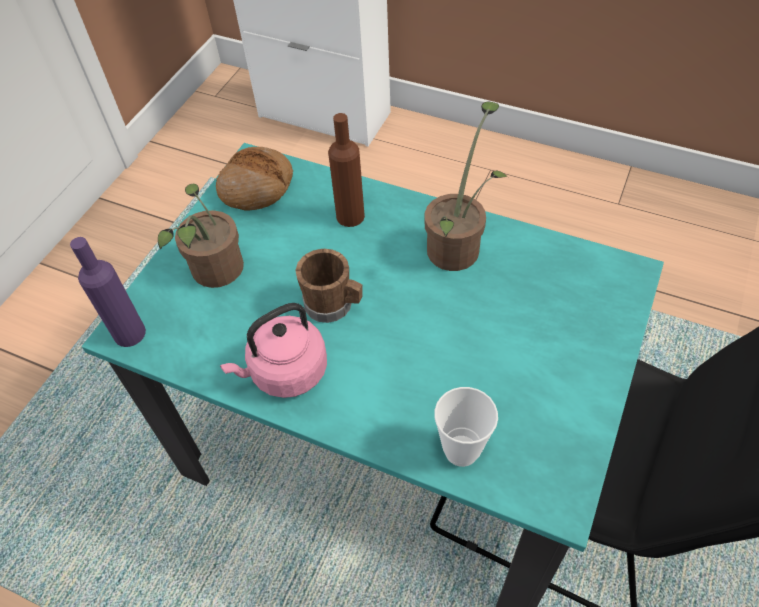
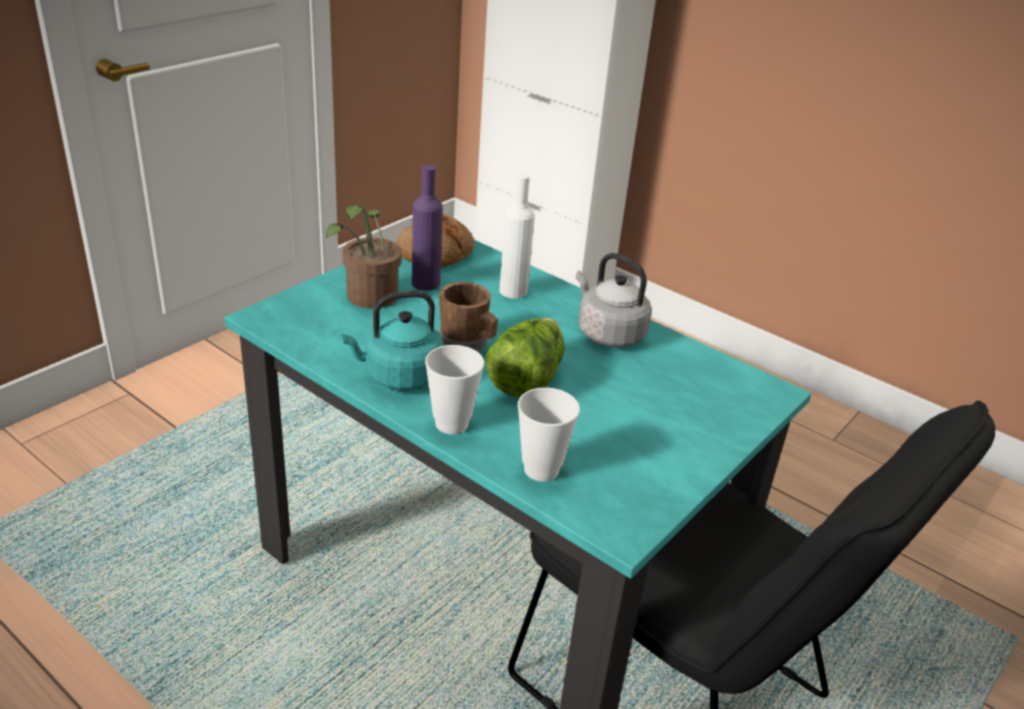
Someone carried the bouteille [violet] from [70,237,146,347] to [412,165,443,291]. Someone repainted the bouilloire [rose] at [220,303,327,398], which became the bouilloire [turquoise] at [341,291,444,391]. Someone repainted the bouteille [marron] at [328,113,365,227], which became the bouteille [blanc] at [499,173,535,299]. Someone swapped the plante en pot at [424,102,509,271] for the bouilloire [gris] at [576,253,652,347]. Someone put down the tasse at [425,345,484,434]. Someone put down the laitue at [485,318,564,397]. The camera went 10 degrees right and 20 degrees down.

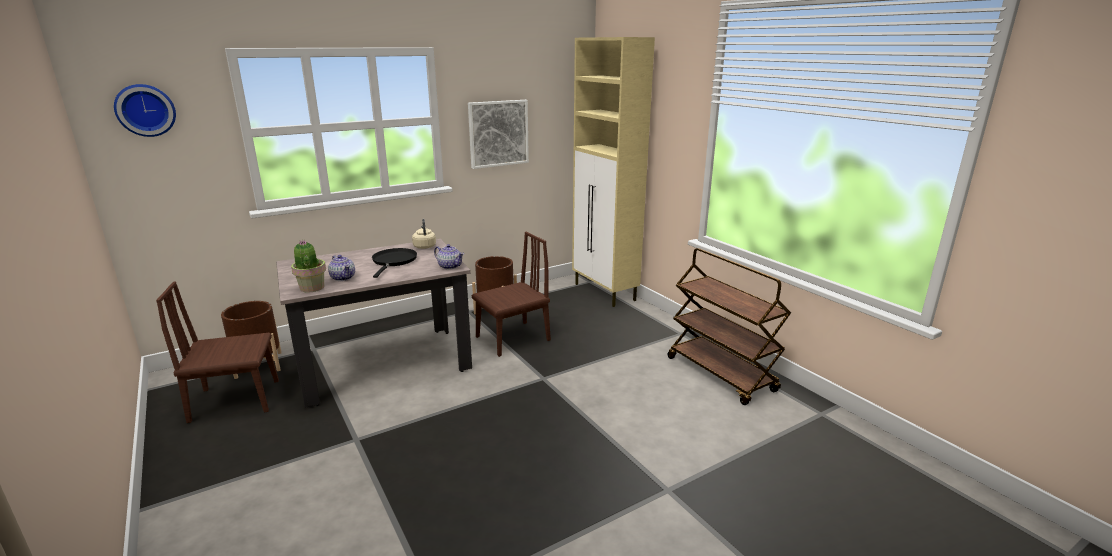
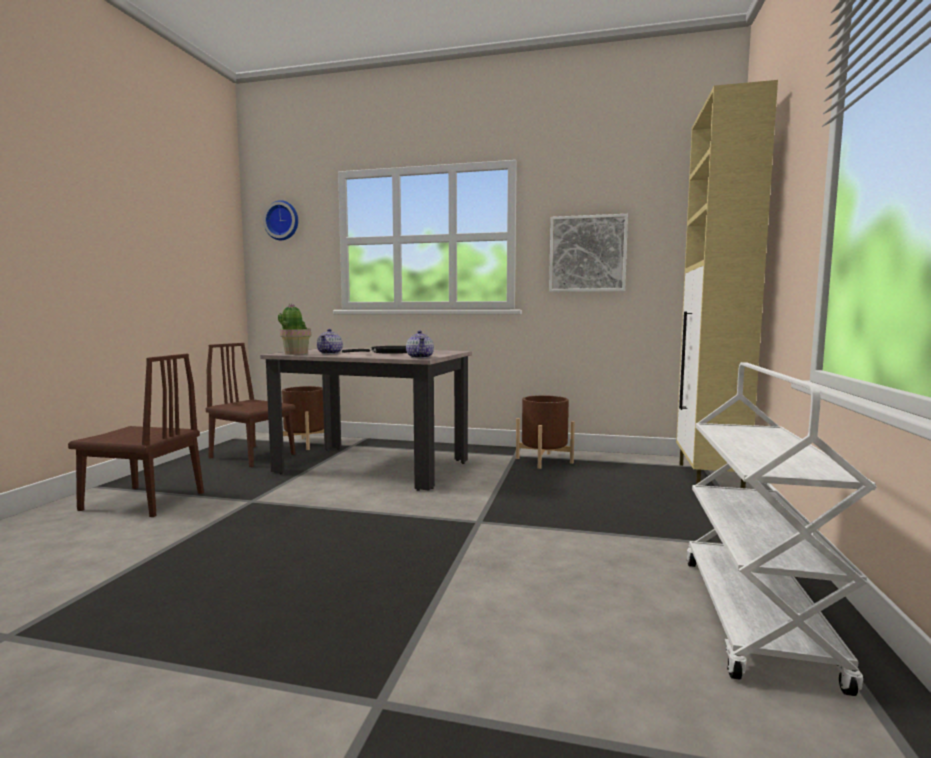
Someone took away the bouilloire [beige] at [412,219,436,249]. Someone carried the chaise [marron] from [472,231,551,357] to [68,354,204,517]. Someone repainted the chariot [marron] at [667,248,791,405], which became the chariot [blanc] at [687,362,877,696]. The camera went 45 degrees right and 15 degrees down.

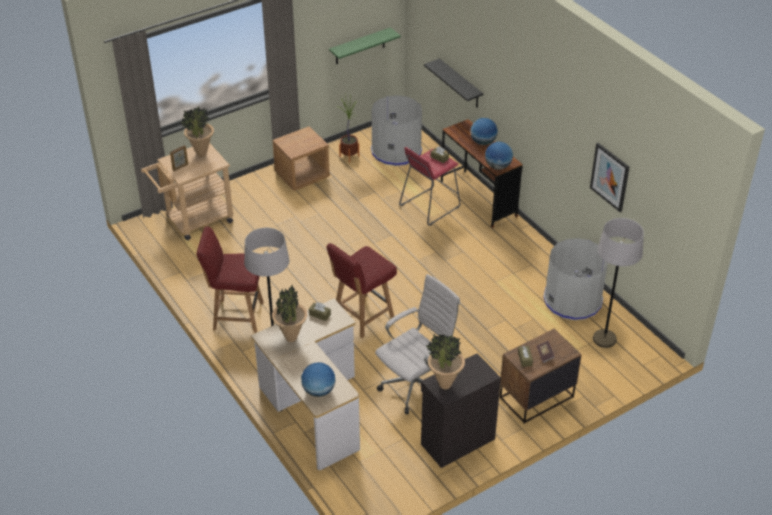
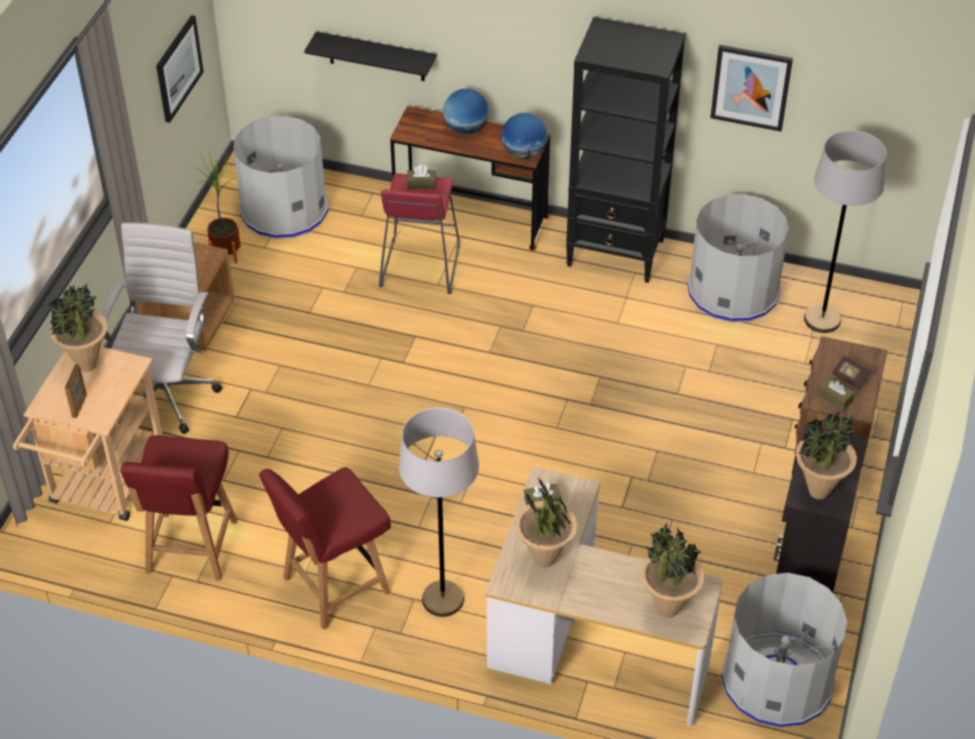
Someone swapped the globe at [301,362,336,397] for the plante en pot at [641,522,704,618]. Someone carried the chaise [rouge] from [326,243,397,338] to [120,435,237,581]. Someone swapped the étagère [vert] at [329,27,401,64] for the tableau at [156,15,203,123]. Someone carried the chaise de bureau [blanc] from [375,274,460,414] to [101,223,222,434]. Someone put down the bibliothèque [noir] at [566,17,686,283]. Someone put down the poubelle [gris] at [722,573,847,728]. The camera went 40 degrees left and 5 degrees up.

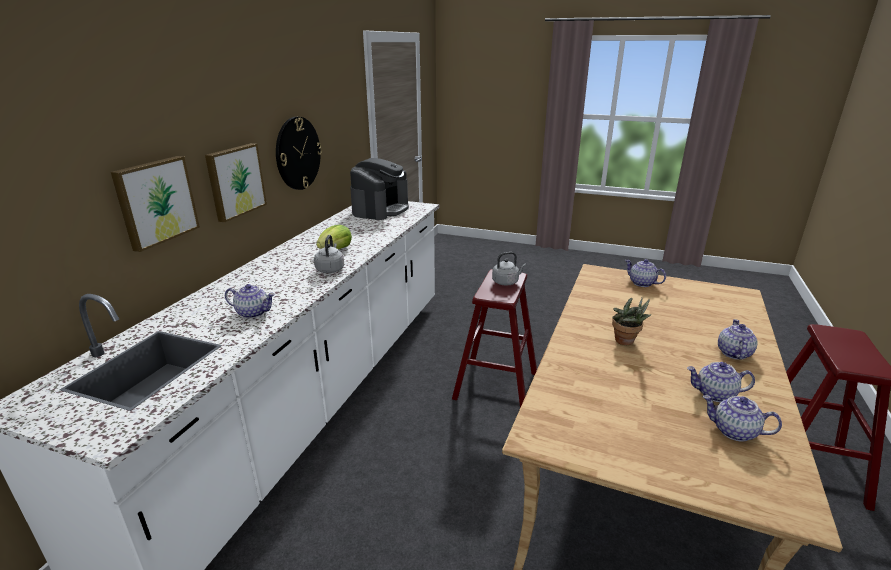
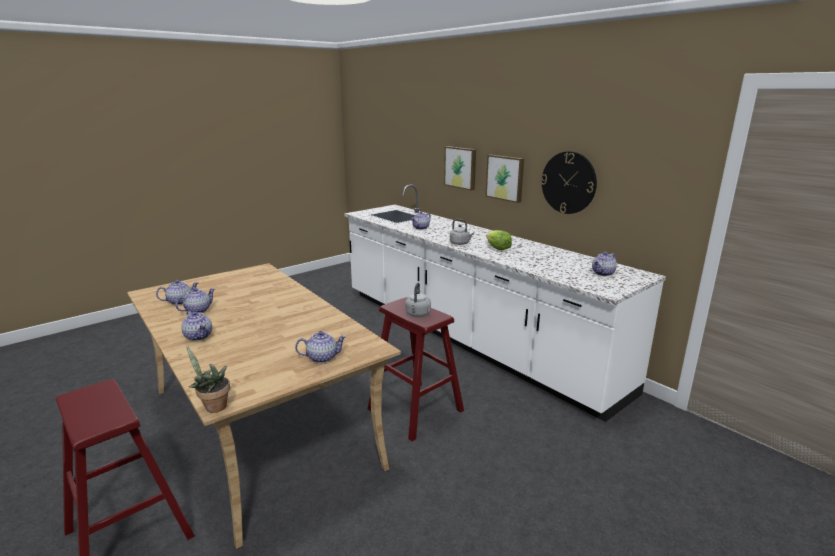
Someone swapped the machine à café at [350,158,409,220] for the théière at [592,252,617,276]. Someone carried the plante en pot from [612,297,652,345] to [187,345,230,413]. The camera went 120 degrees right and 5 degrees down.

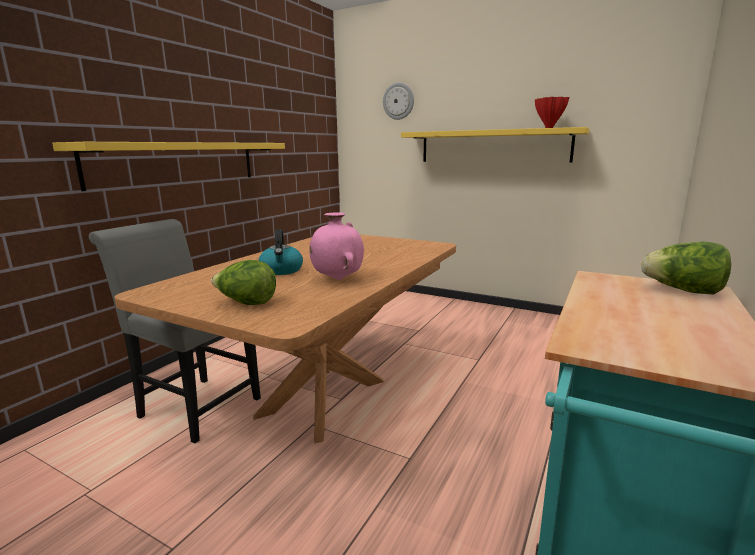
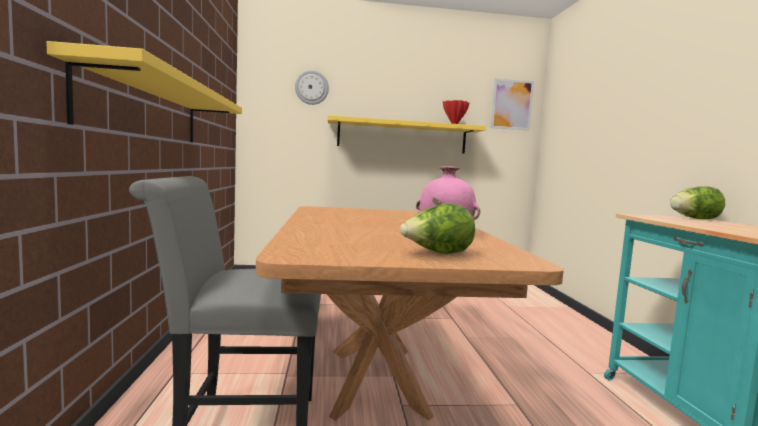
Someone took away the bouilloire at [259,229,303,275]. Someone put up the tableau at [491,78,534,130]. The camera went 35 degrees left and 10 degrees down.

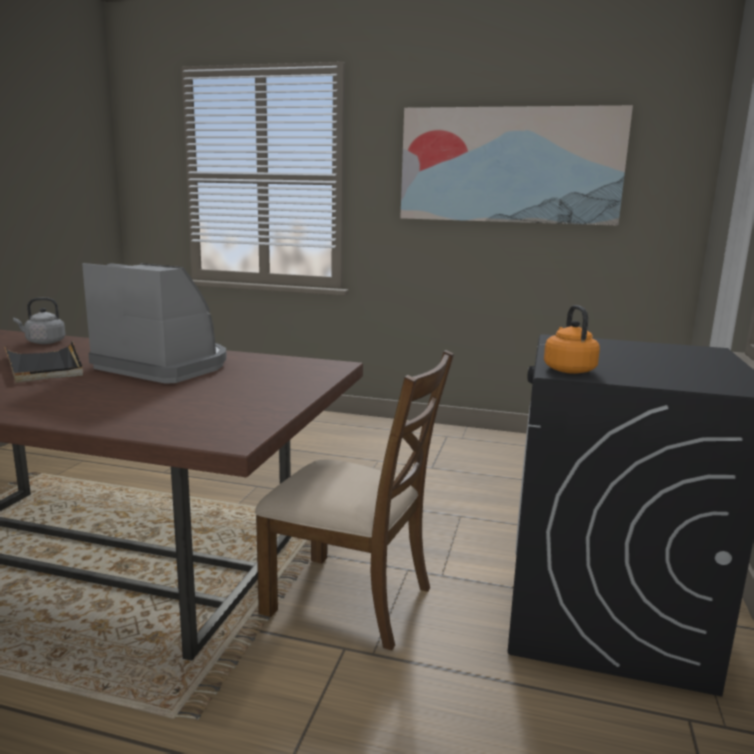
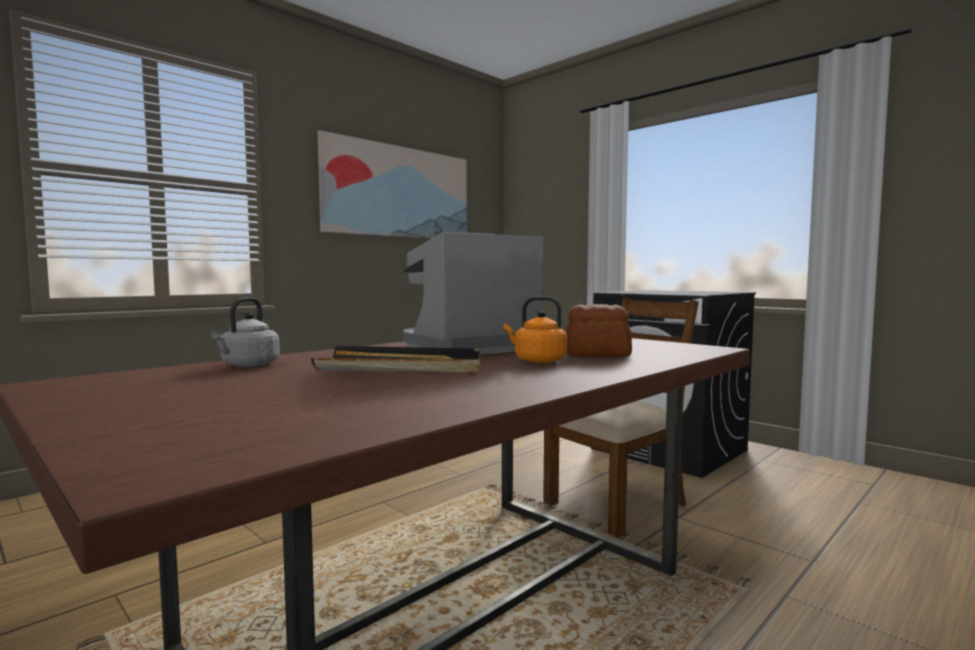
Someone carried the bouilloire [orange] from [544,305,600,374] to [504,296,567,363]. Someone put down the pain at [566,304,632,357]. The camera went 60 degrees left and 10 degrees down.

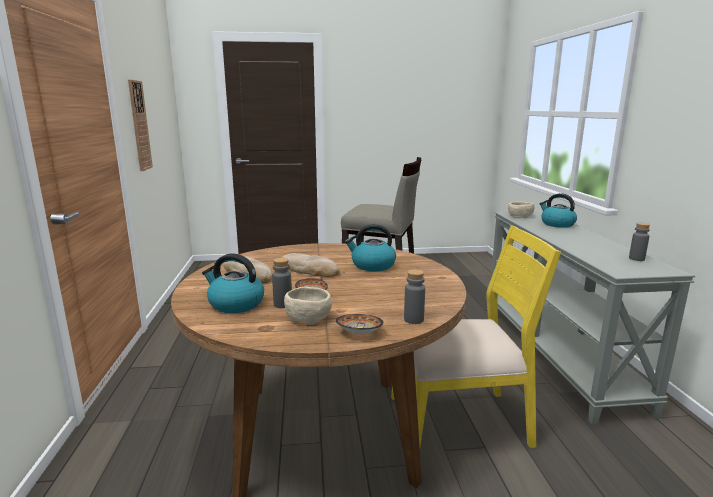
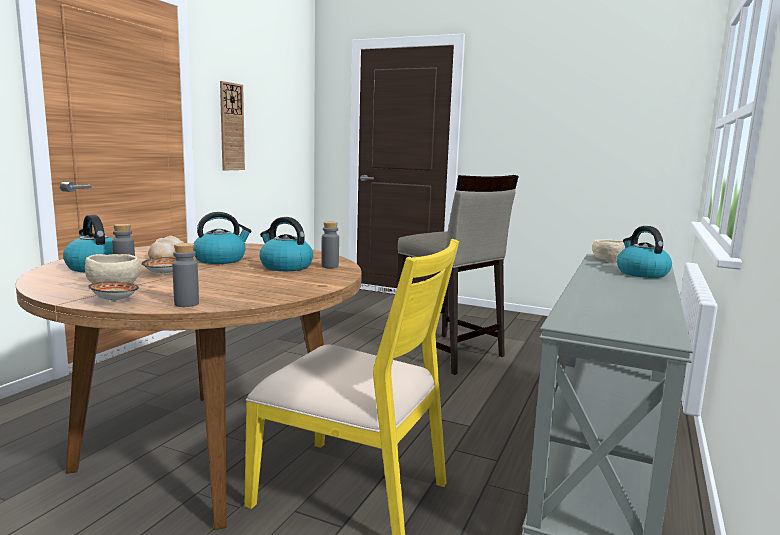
Someone swapped the pain at [281,253,340,277] for the bouilloire at [193,212,251,264]. Someone carried the bouteille [gris] from [629,223,650,261] to [321,222,339,268]. The camera went 30 degrees right and 5 degrees down.

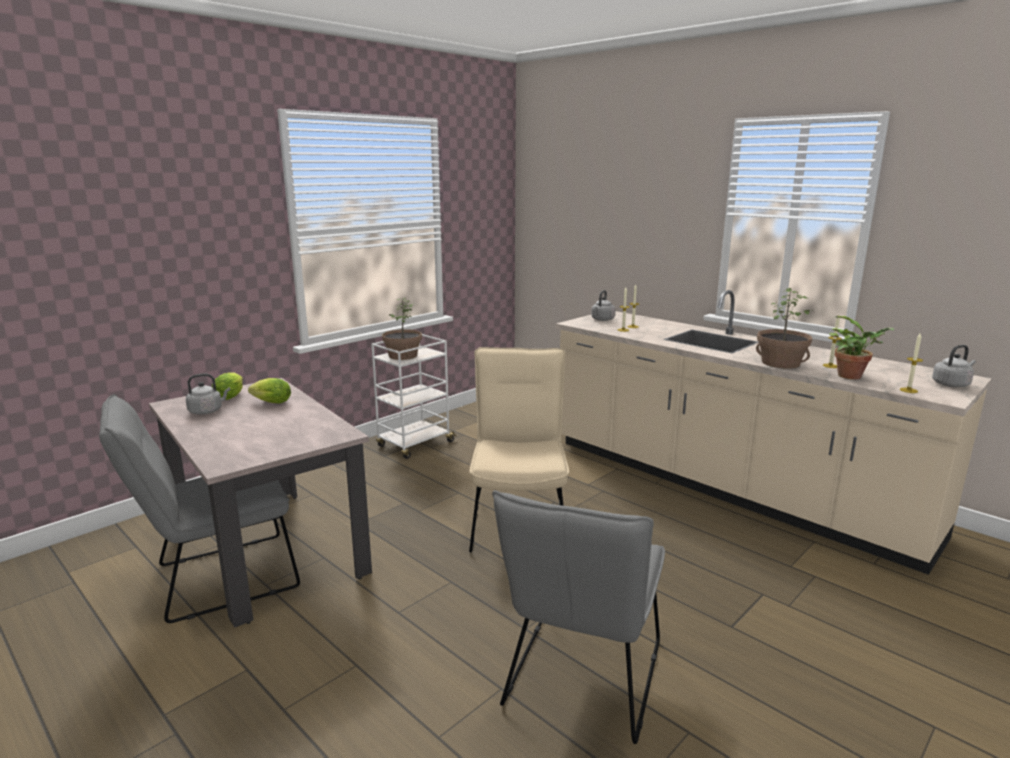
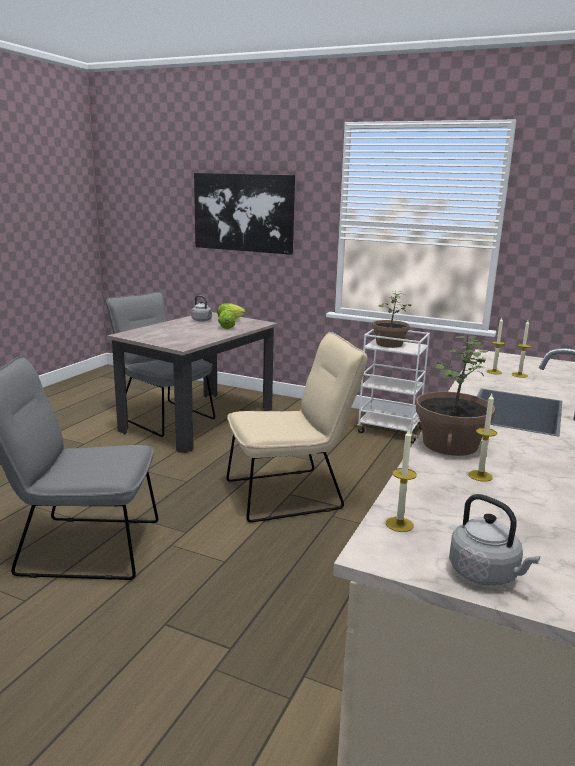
Someone took away the bouilloire [gris] at [591,290,616,321]. Someone took away the plante en pot at [829,316,894,379]. Someone put up the tableau at [194,173,295,255]. The camera went 70 degrees right and 0 degrees up.

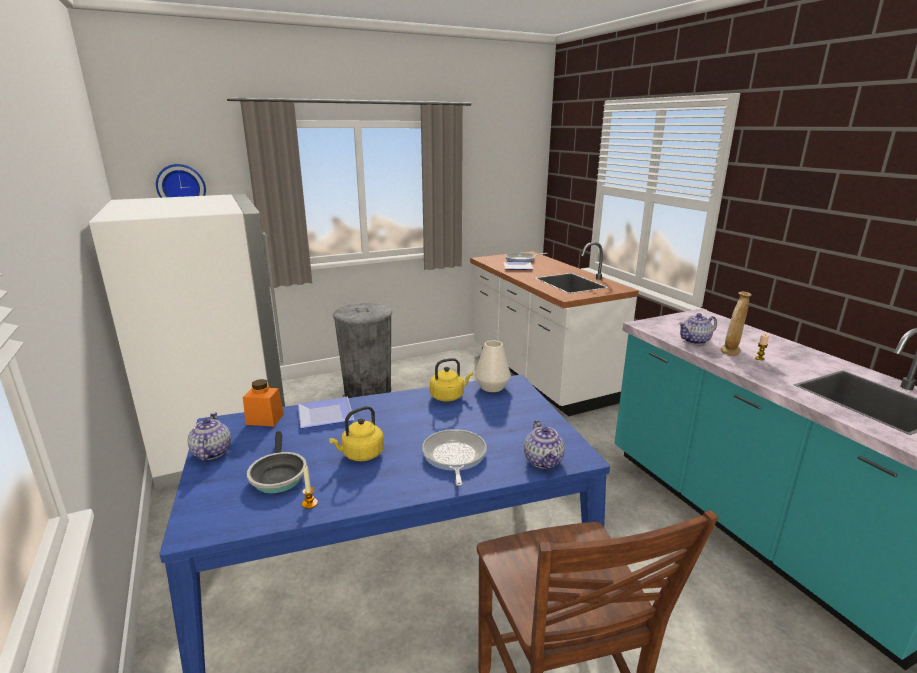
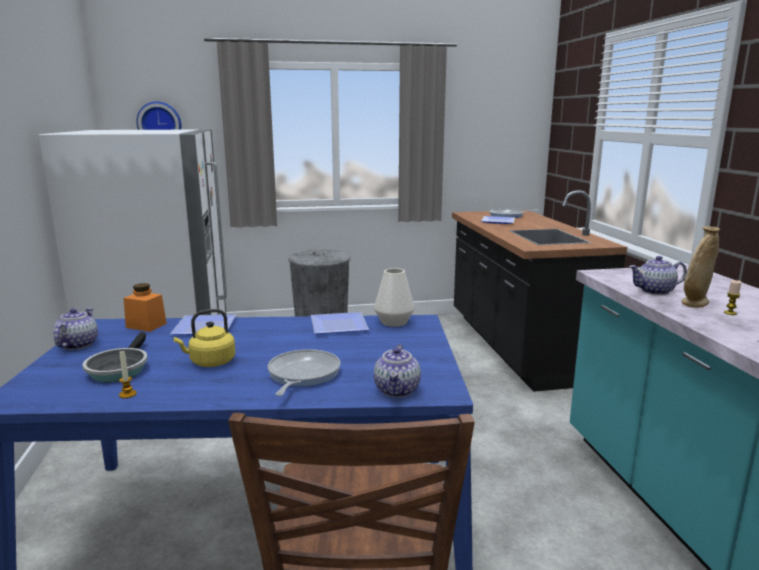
Someone swapped the bouilloire [jaune] at [430,358,473,402] for the assiette at [311,312,369,334]. Someone repainted the comptoir de cuisine [blanc] at [470,242,639,416], which became the comptoir de cuisine [noir] at [452,190,627,392]. The camera went 15 degrees right and 5 degrees down.

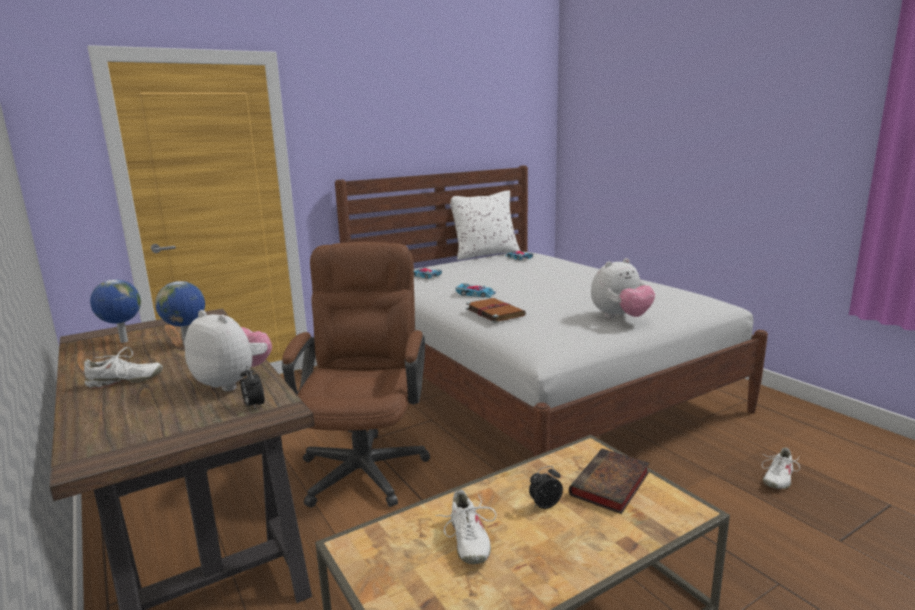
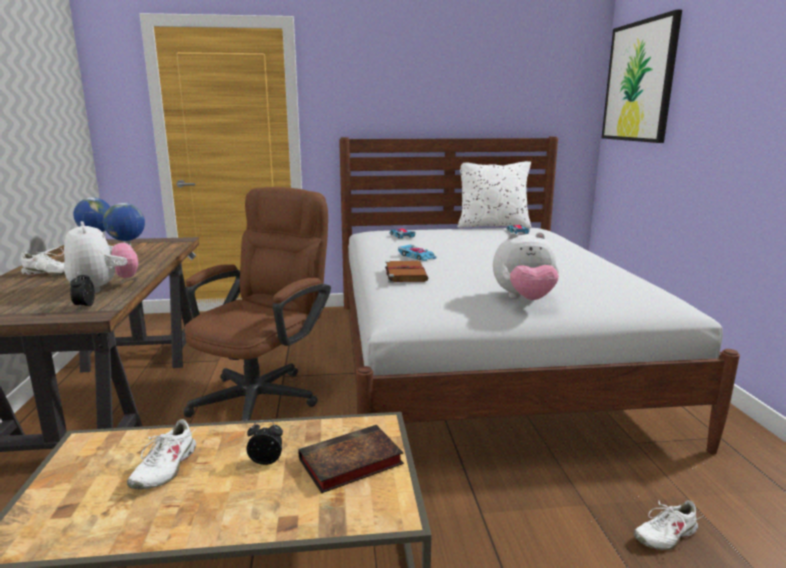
Someone put up the tableau at [601,10,682,143]. The camera went 25 degrees right and 0 degrees up.

